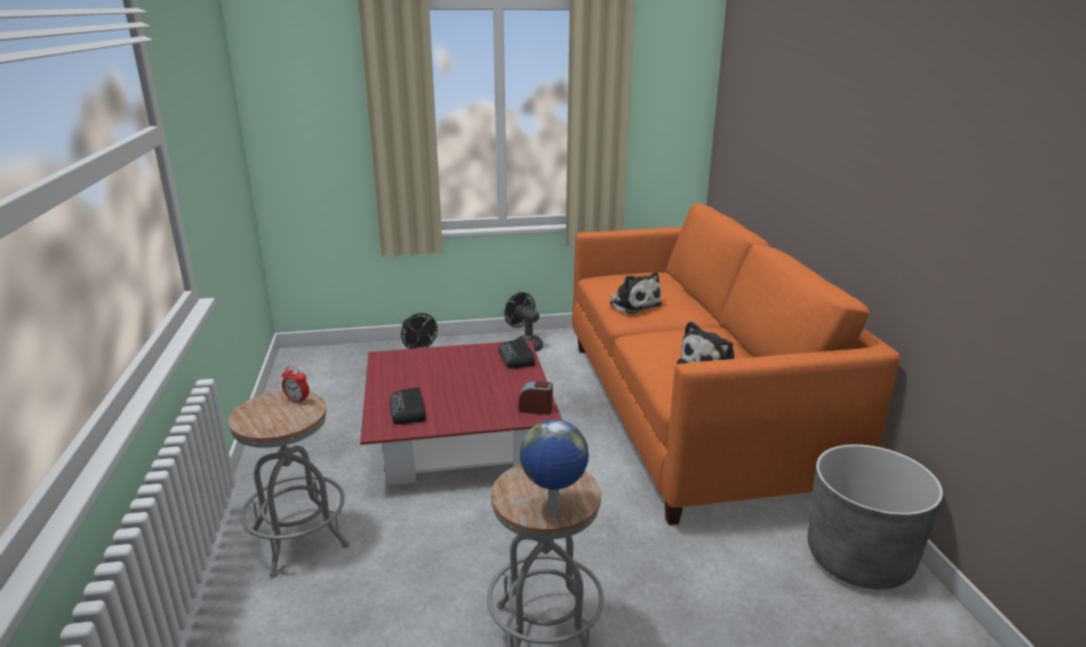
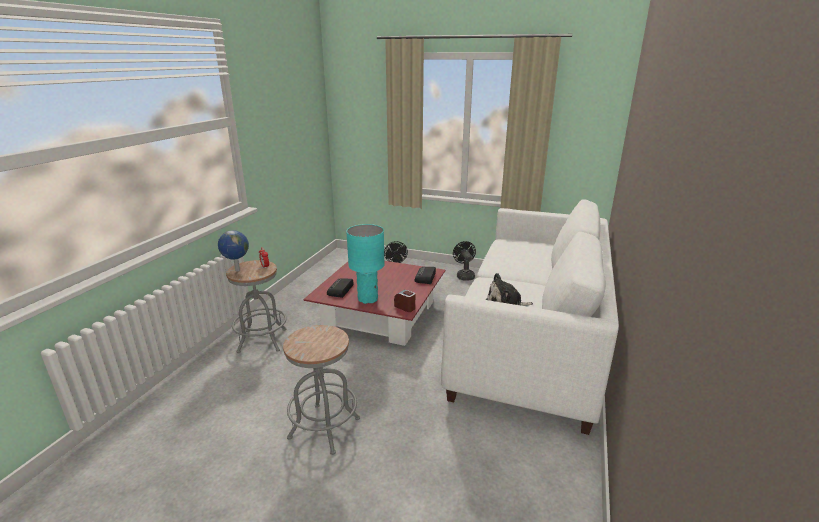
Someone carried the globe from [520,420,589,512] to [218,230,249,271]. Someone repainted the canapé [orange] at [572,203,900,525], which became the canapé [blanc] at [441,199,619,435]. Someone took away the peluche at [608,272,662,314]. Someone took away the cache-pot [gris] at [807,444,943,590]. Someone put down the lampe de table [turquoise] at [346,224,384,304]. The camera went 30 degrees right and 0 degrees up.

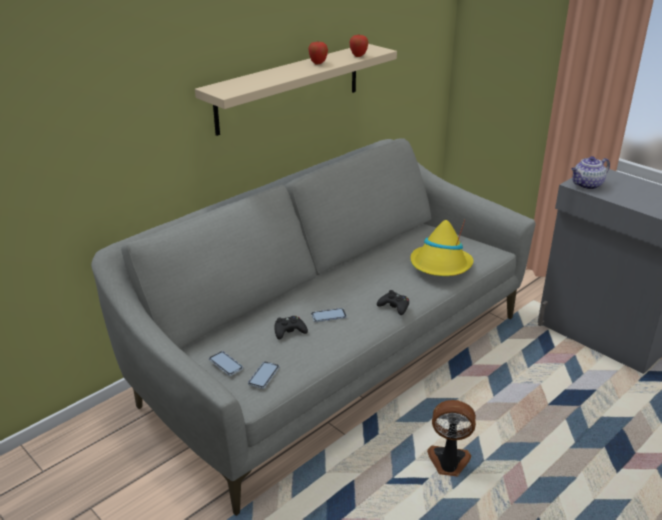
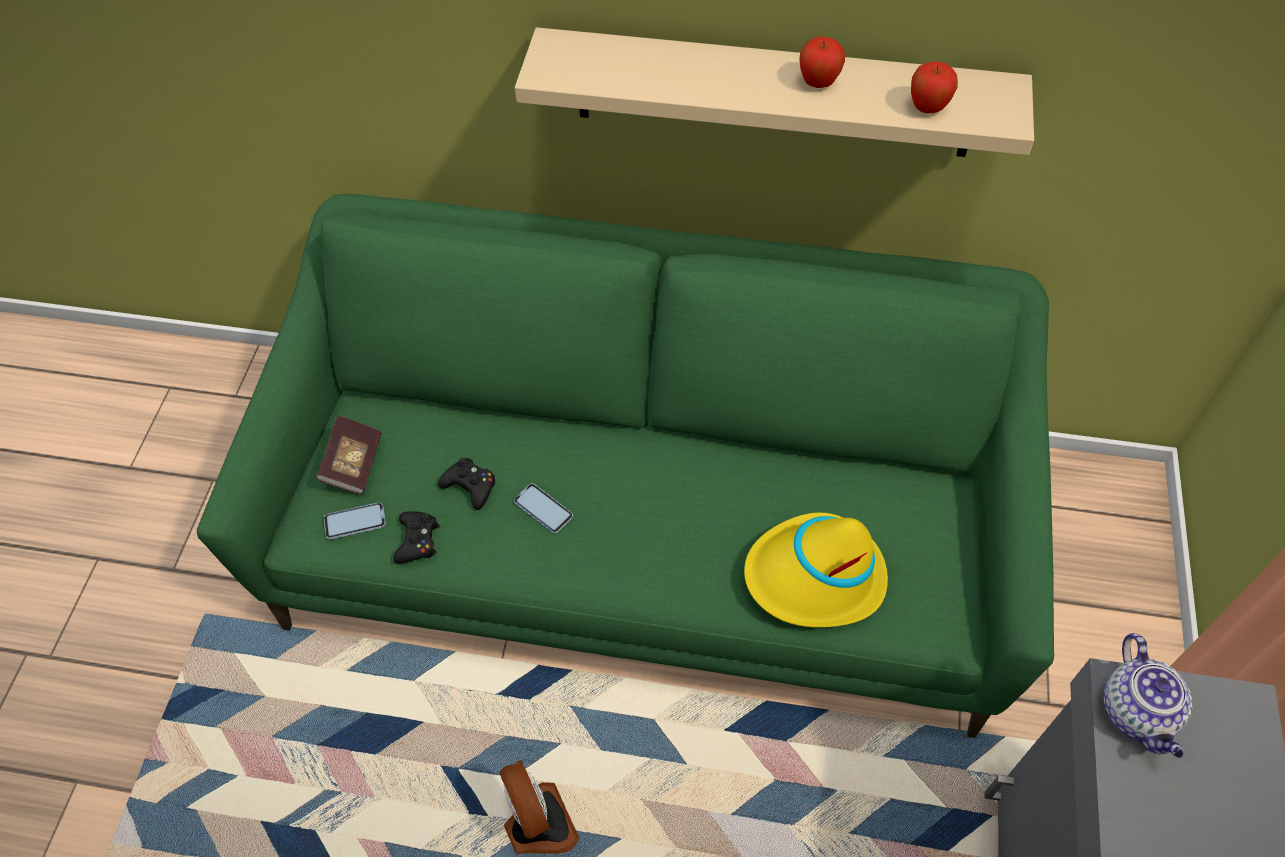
Someone repainted the canapé [gris] at [91,138,536,516], which became the canapé [vert] at [197,194,1054,738]. Someone swapped the téléphone at [209,351,243,376] for the livre at [316,415,381,494]. Someone carried the manette [noir] from [377,290,409,315] to [394,511,439,564]. Someone rotated the théière at [571,156,610,190] by 120 degrees counterclockwise. The camera went 55 degrees right and 25 degrees up.

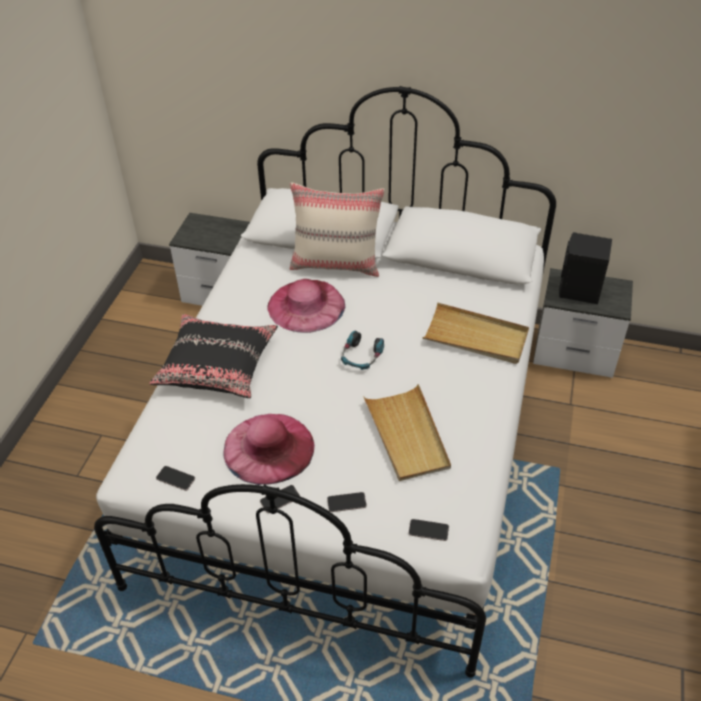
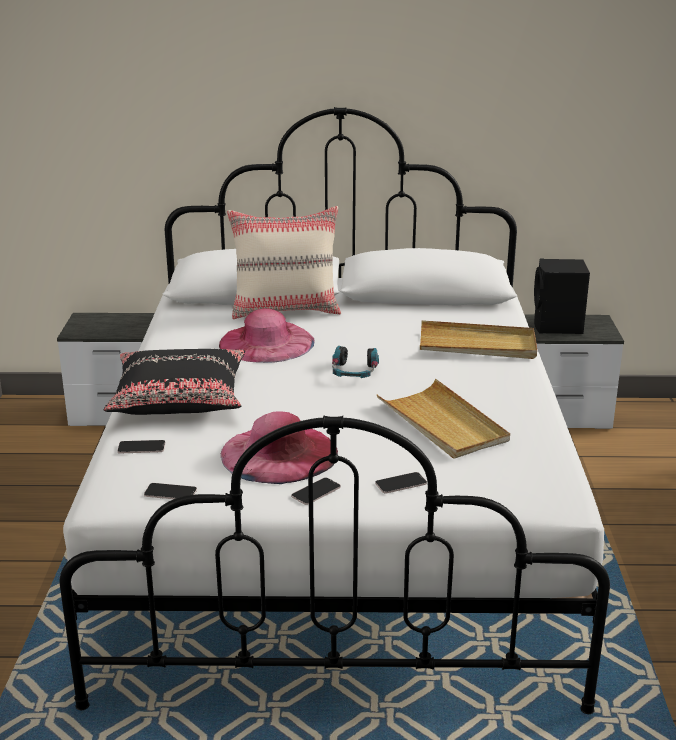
Someone carried the téléphone from [408,519,449,541] to [117,440,165,453]. The camera went 15 degrees left and 20 degrees down.

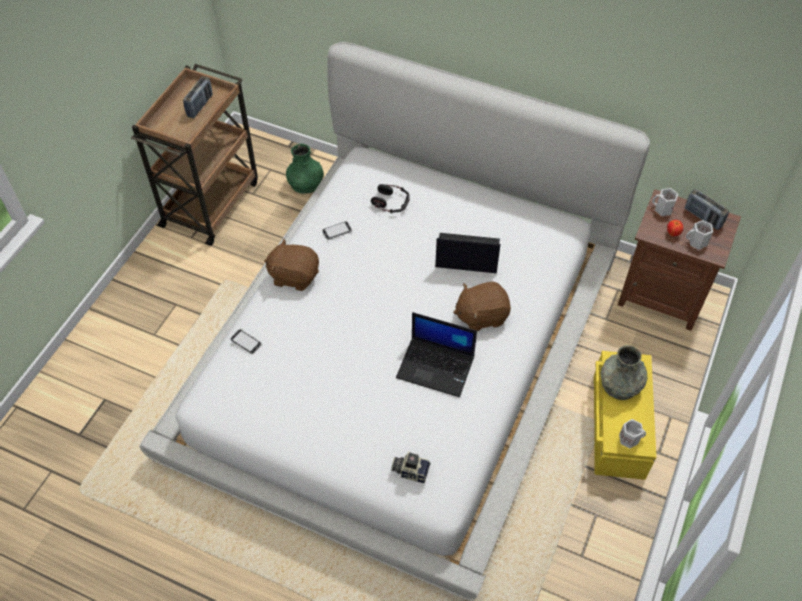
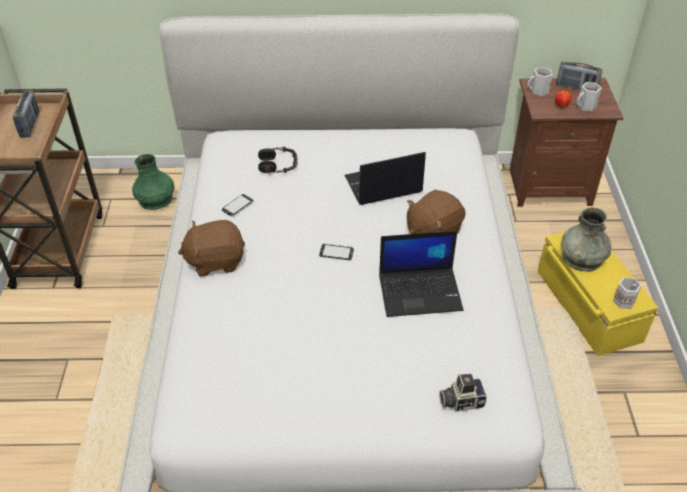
Someone carried the téléphone from [230,329,262,354] to [319,243,354,260]. The camera went 25 degrees left and 10 degrees down.

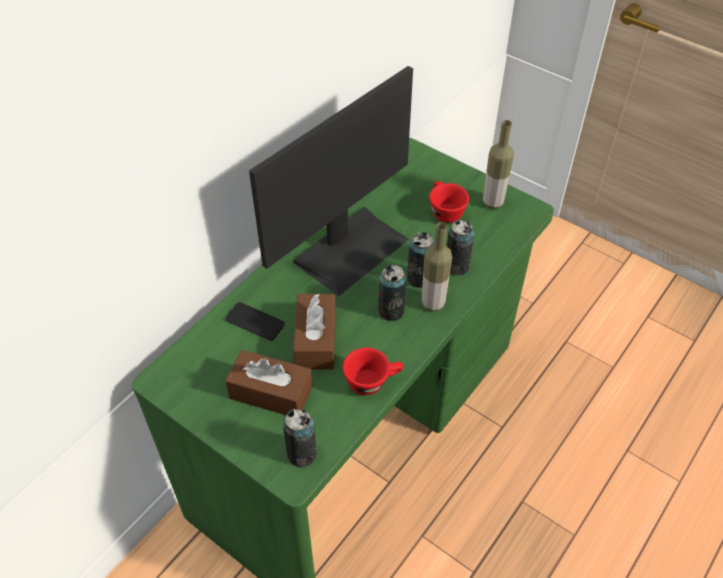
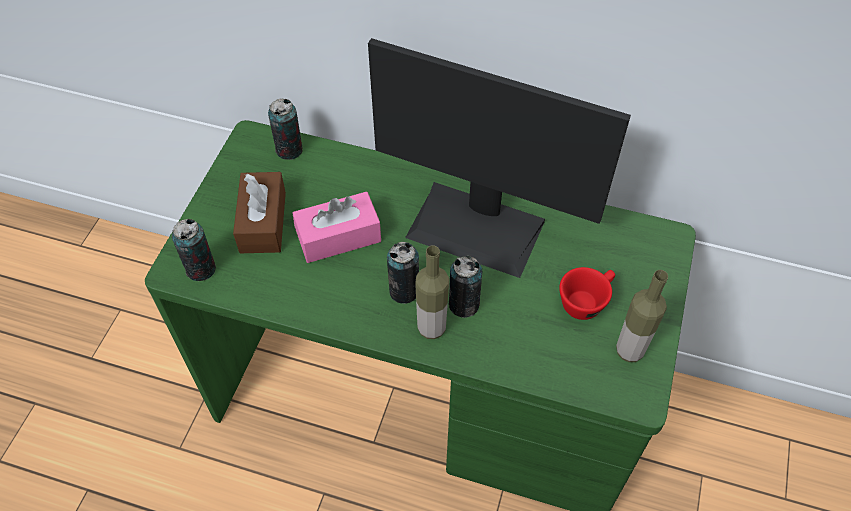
Someone took away the téléphone at [226,302,285,341]. Someone repainted the boîte à mouchoirs [marron] at [293,294,336,370], which became the boîte à mouchoirs [rose] at [293,192,381,263]. Someone took away the tasse [rouge] at [343,348,403,395]. Someone carried the boîte métallique from [447,220,475,276] to [268,99,303,160]. The camera went 70 degrees right and 5 degrees up.

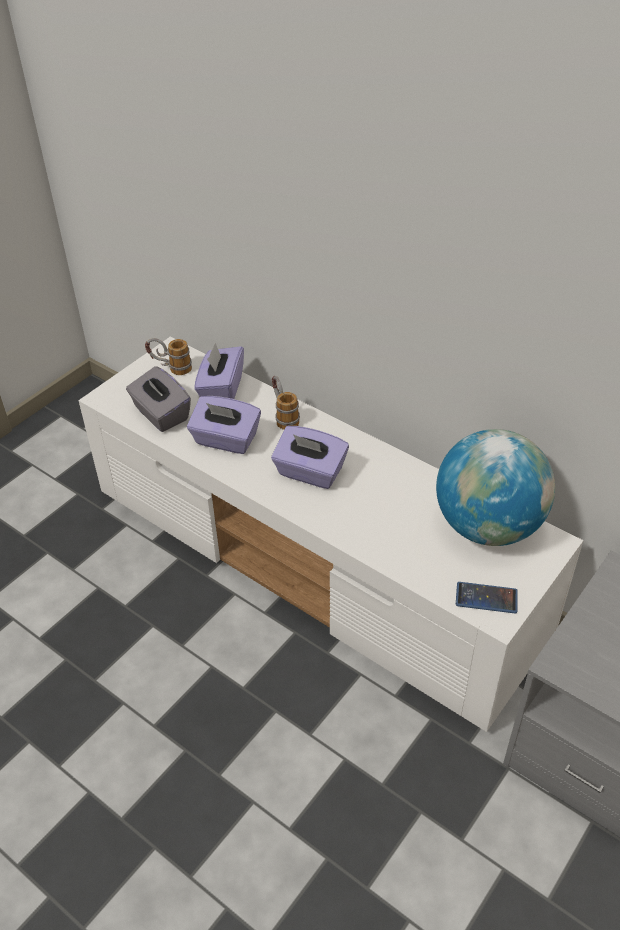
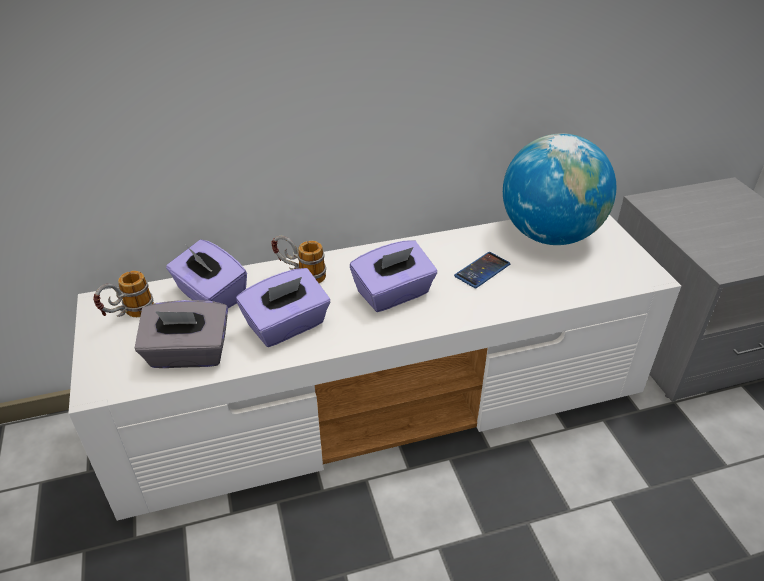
Someone carried the téléphone from [456,582,518,613] to [454,252,510,288]. The camera went 55 degrees left and 5 degrees down.

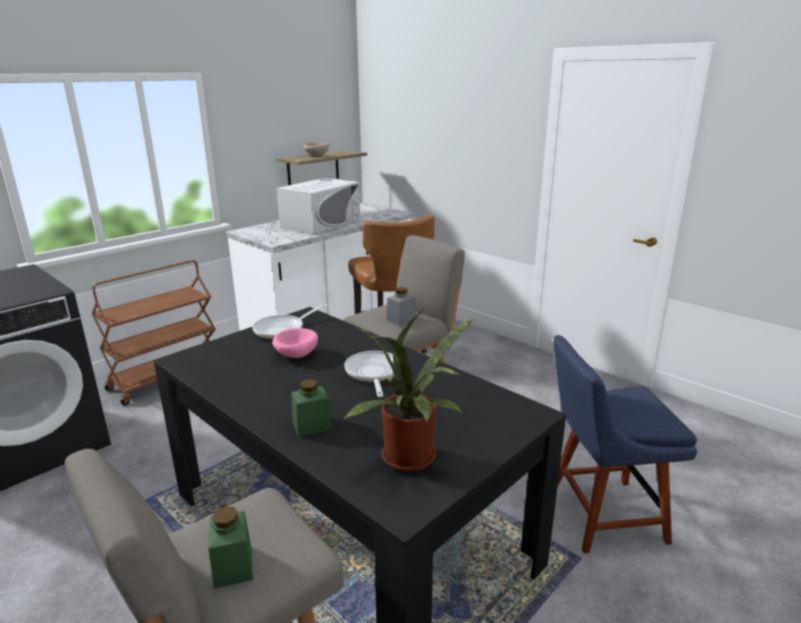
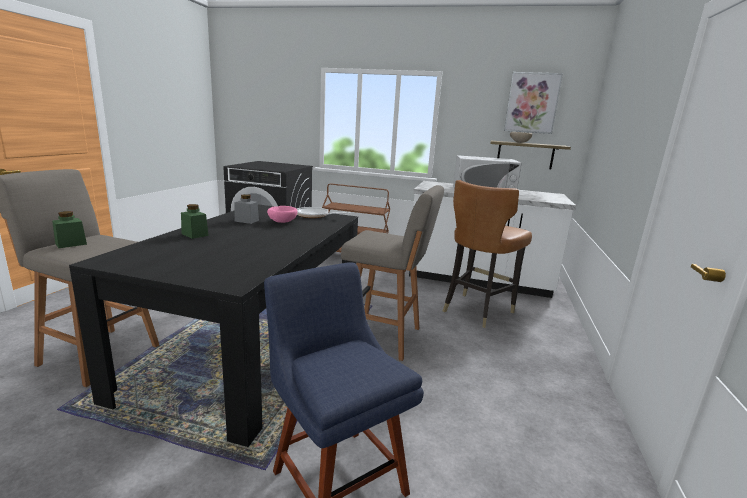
Someone took away the plante en pot at [344,309,472,472]. Someone took away the poêle at [344,351,394,397]. Someone carried the bocal [gris] from [387,287,416,326] to [234,194,259,224]. Someone put up the tableau at [504,72,563,134]. The camera went 60 degrees right and 5 degrees down.

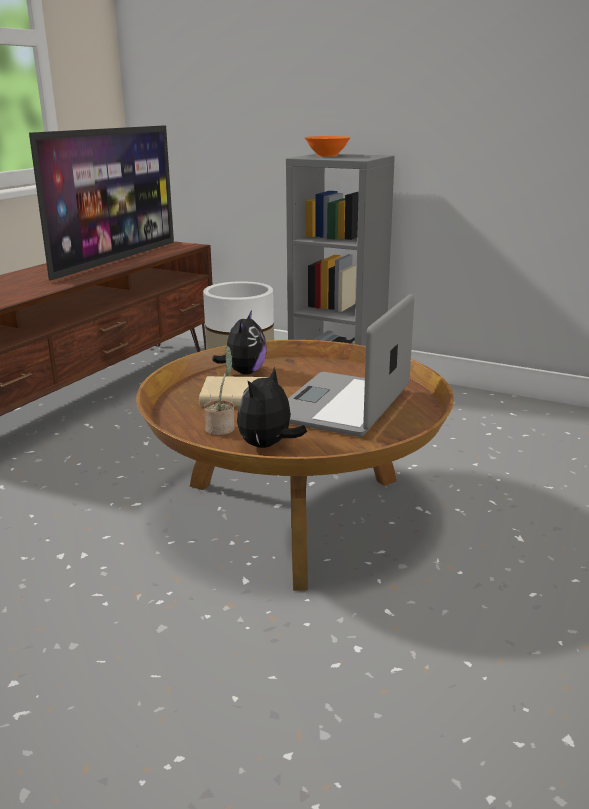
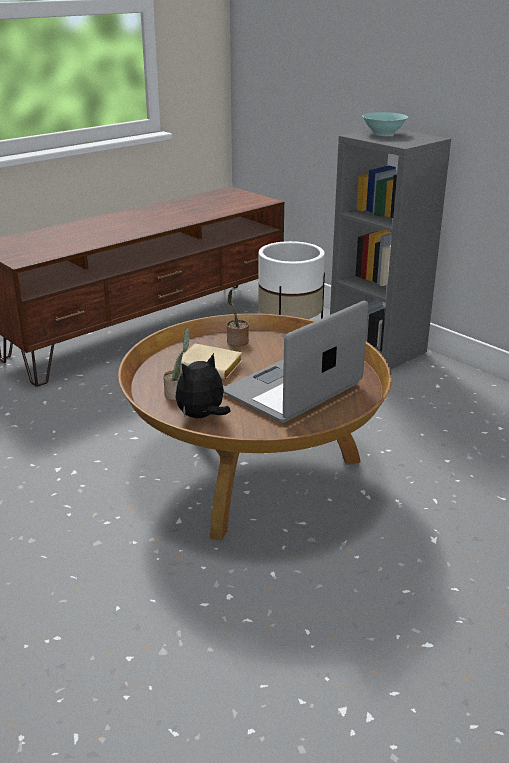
Someone took away the téléviseur at [29,125,174,281]. Someone swapped the peluche at [212,310,267,375] for the plante en pot at [226,289,249,346]. Someone repainted the bol [orange] at [305,136,351,157], which became the bol [turquoise] at [362,112,408,136]. The camera went 20 degrees right and 5 degrees up.

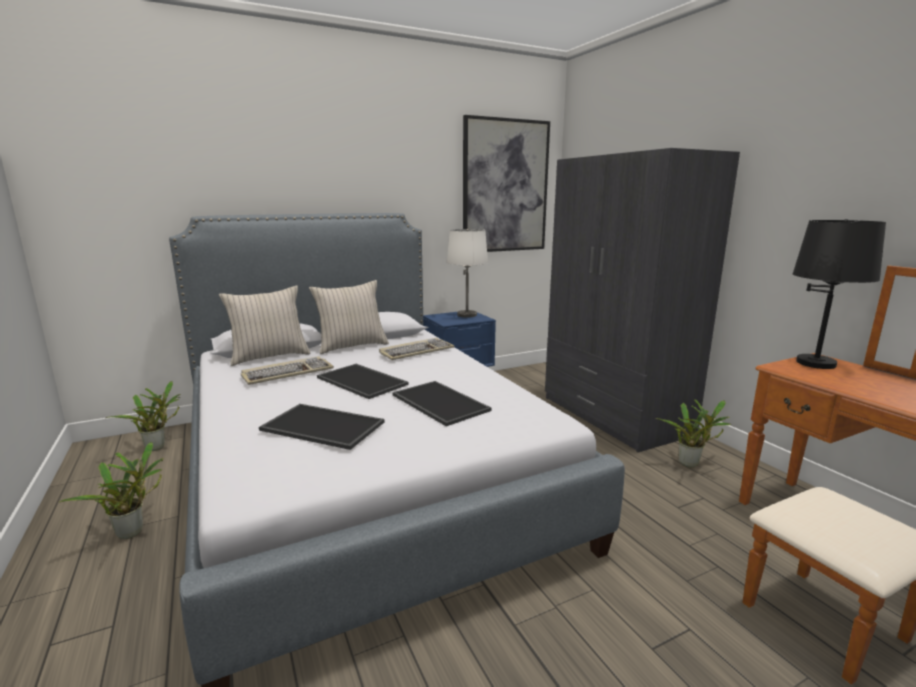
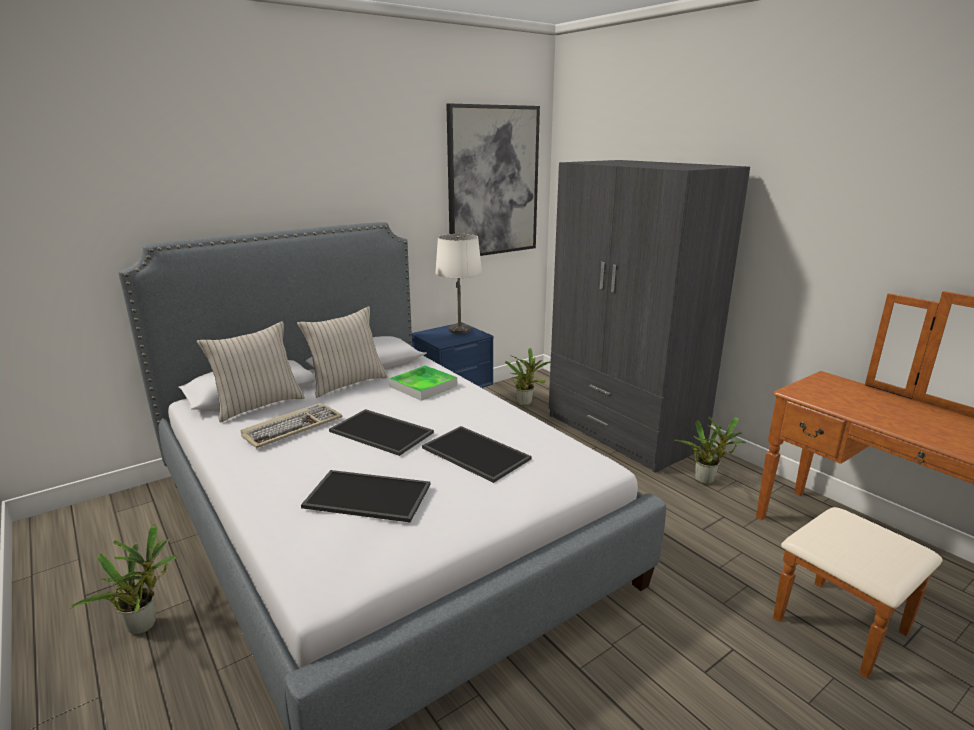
Someone carried the plante en pot from [106,381,181,451] to [505,348,550,406]. Someone swapped the clavier at [379,338,455,360] for the plateau at [389,365,457,401]. Someone took away the lampe de table [noir] at [793,219,886,369]. The camera went 10 degrees left and 5 degrees up.

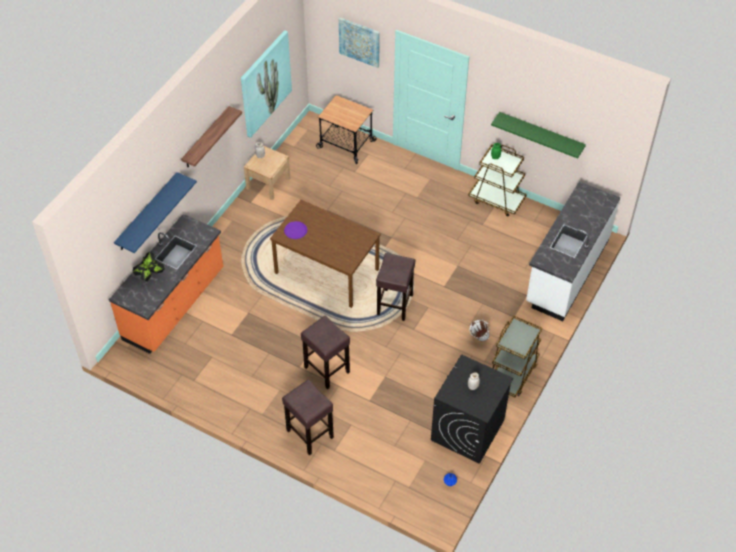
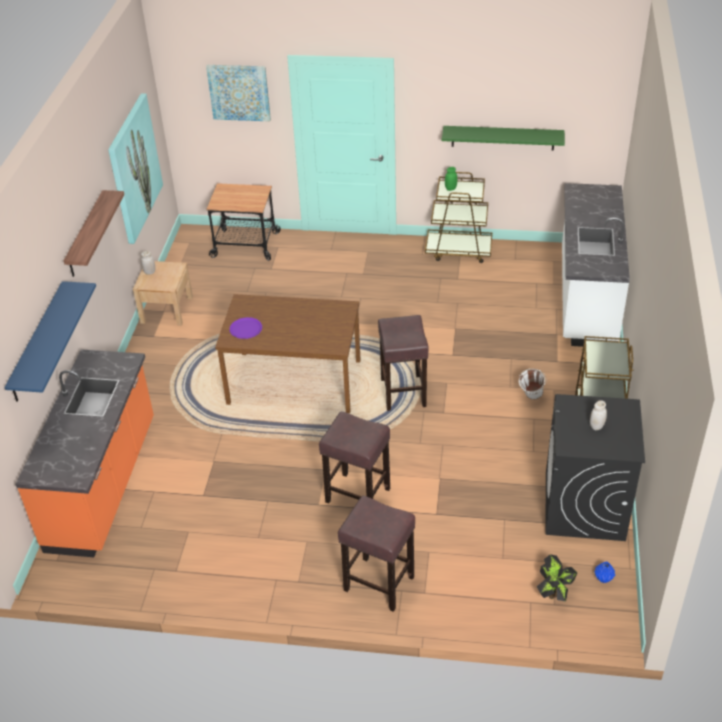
Someone carried the plante en pot from [133,252,165,281] to [537,554,577,601]. The camera went 20 degrees left and 10 degrees down.

